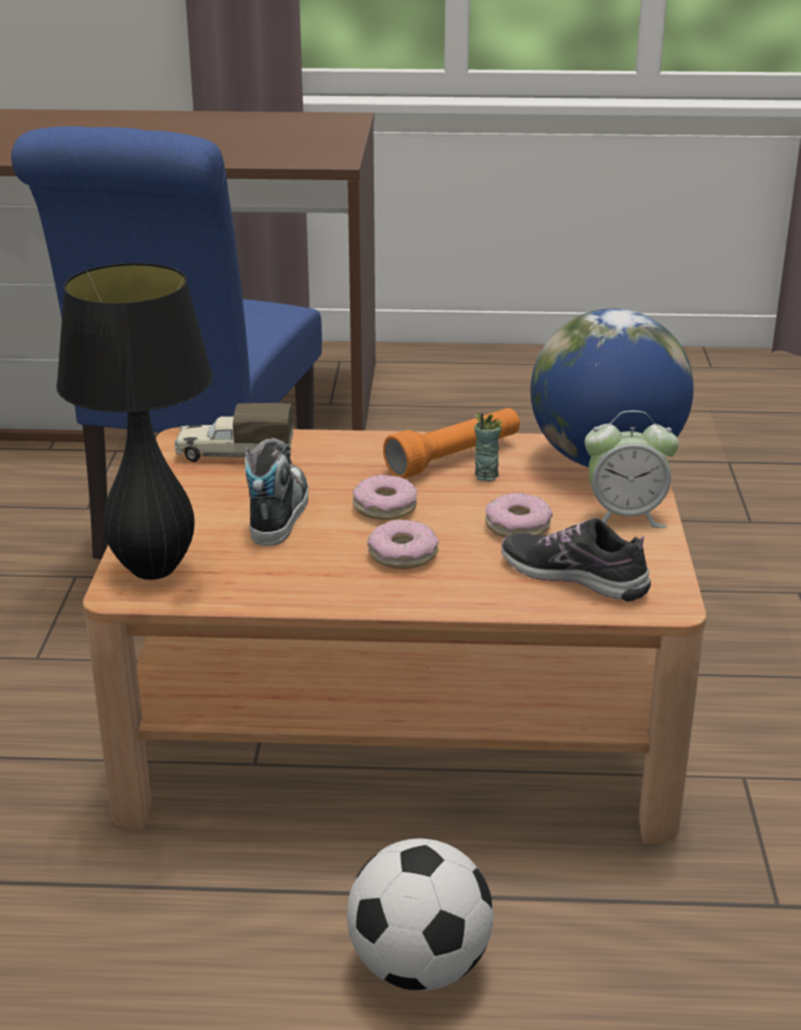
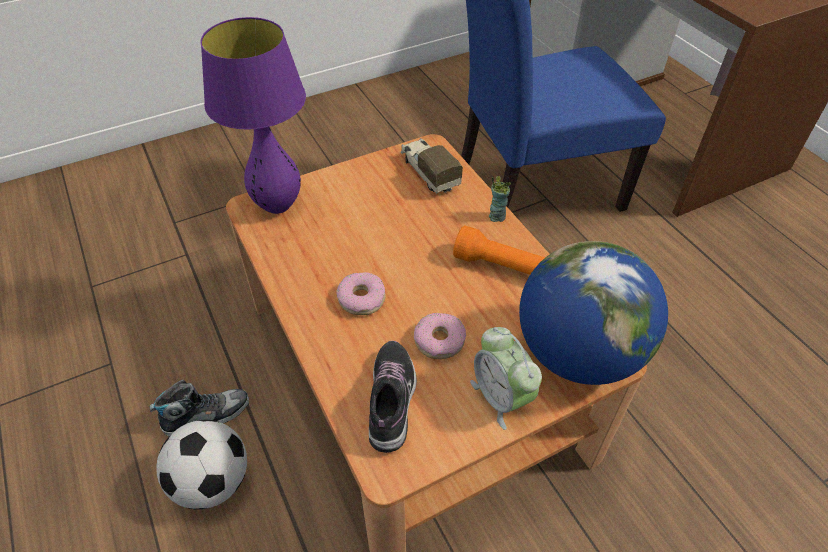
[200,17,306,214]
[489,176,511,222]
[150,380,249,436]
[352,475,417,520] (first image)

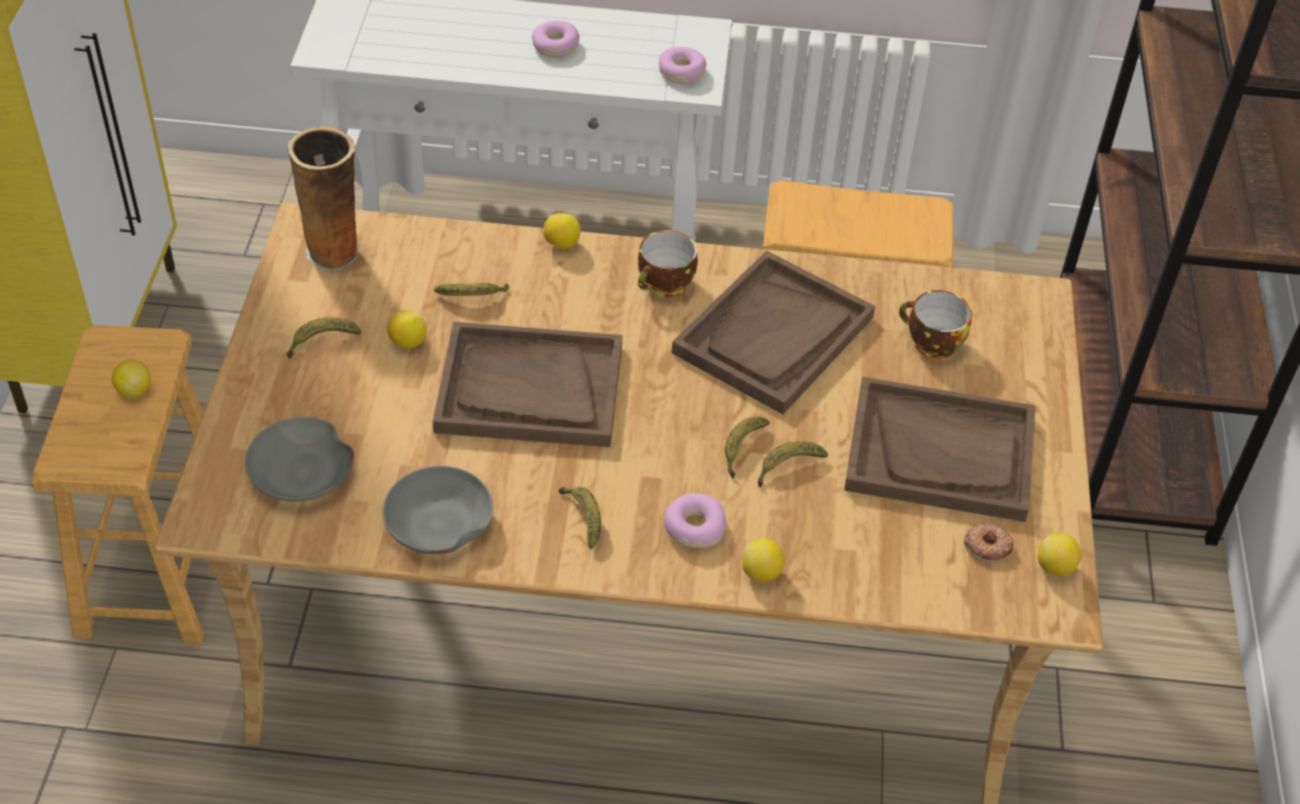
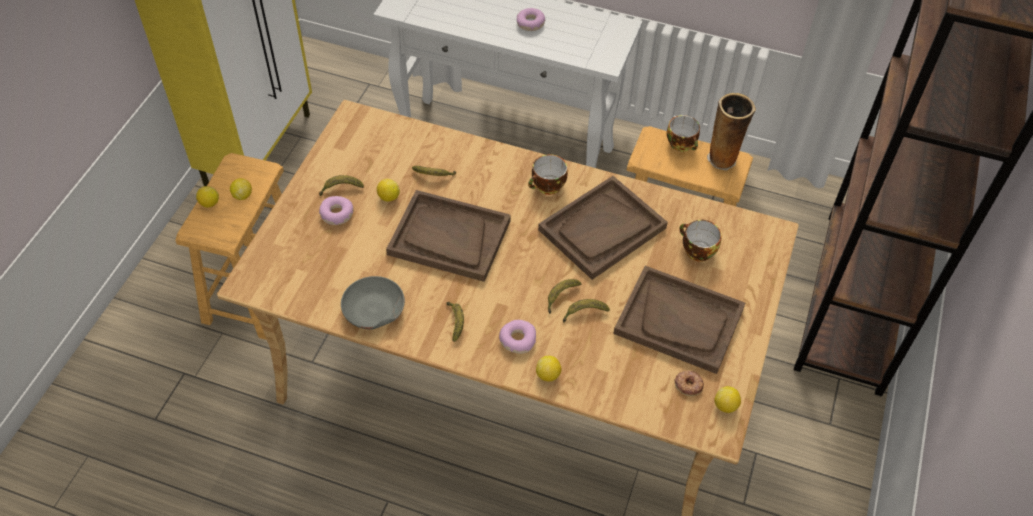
[319,196,353,225]
[707,93,756,170]
[196,186,219,208]
[245,417,354,502] (first image)
[667,115,700,152]

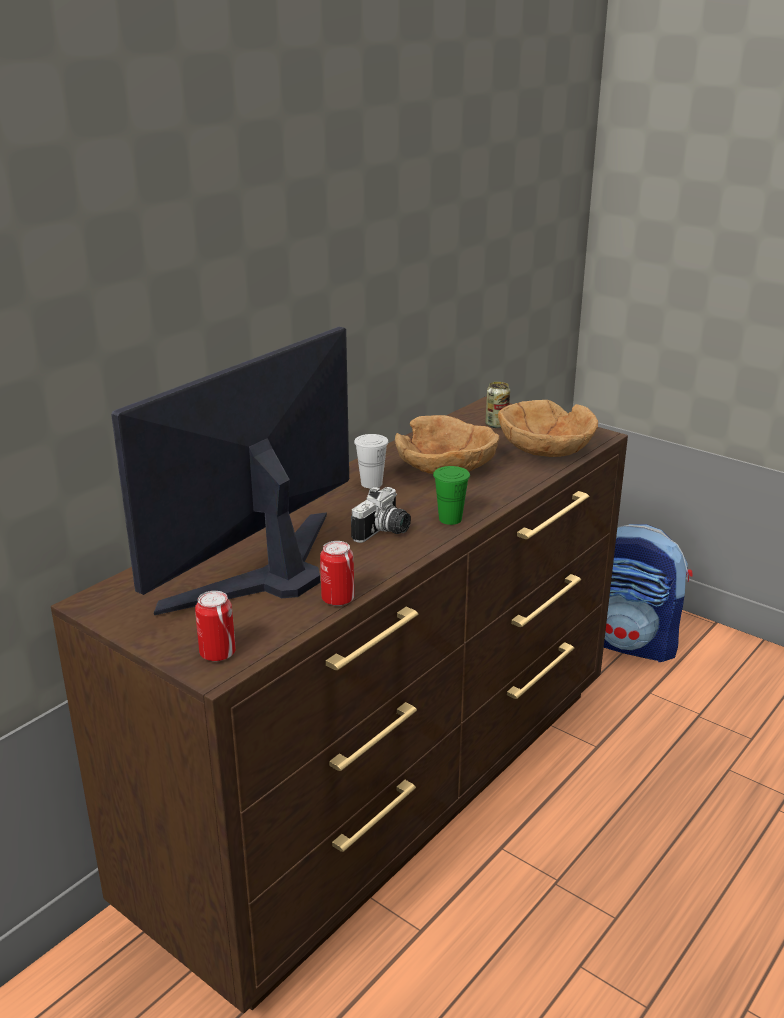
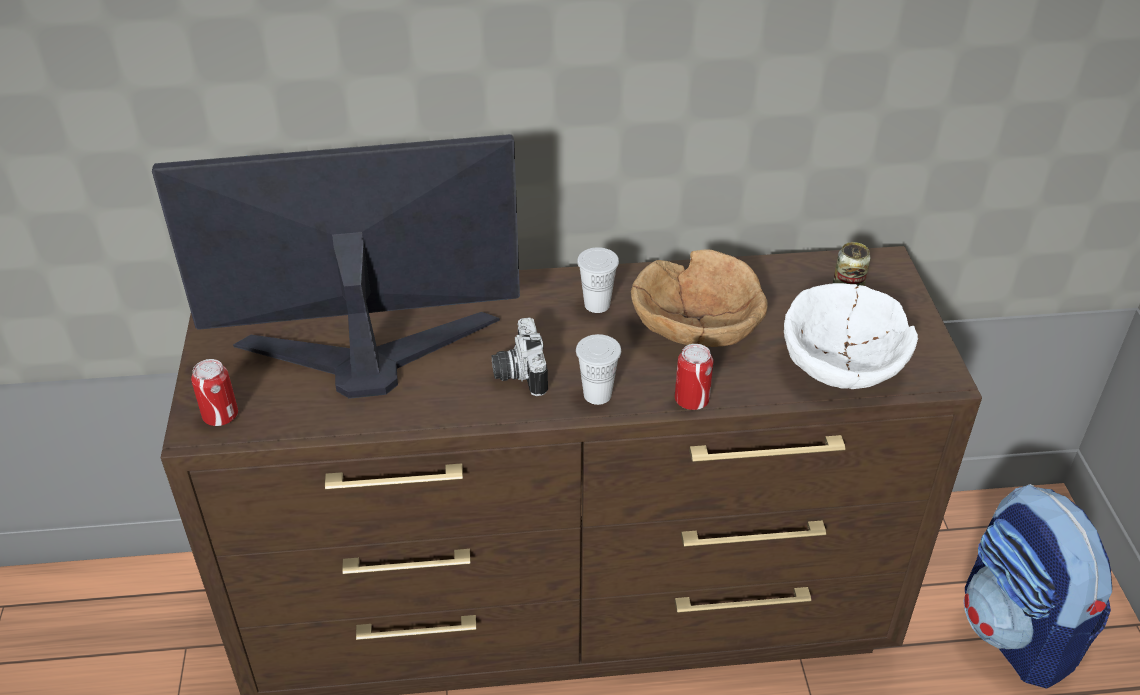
[784,283,918,389]
[576,334,621,405]
[492,317,548,396]
[675,344,713,410]

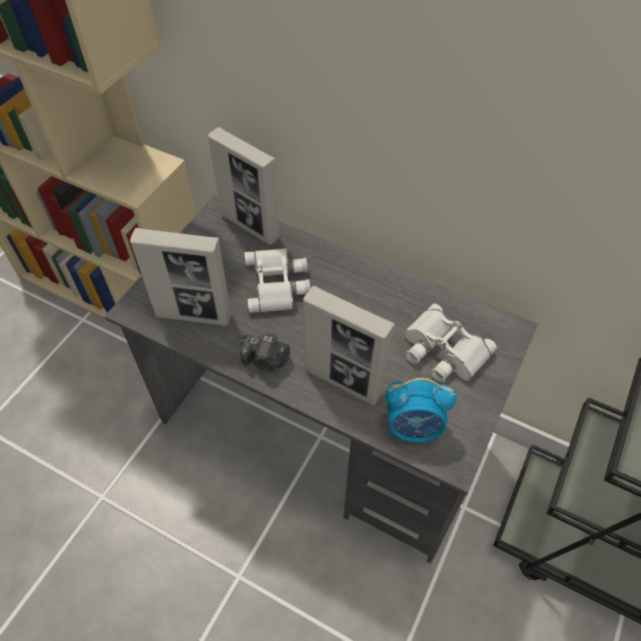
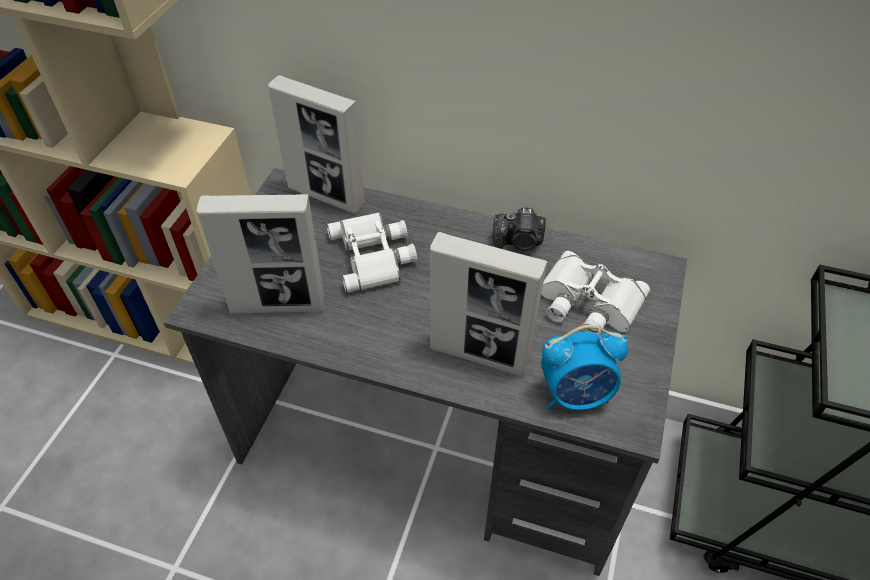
[493,207,546,251]

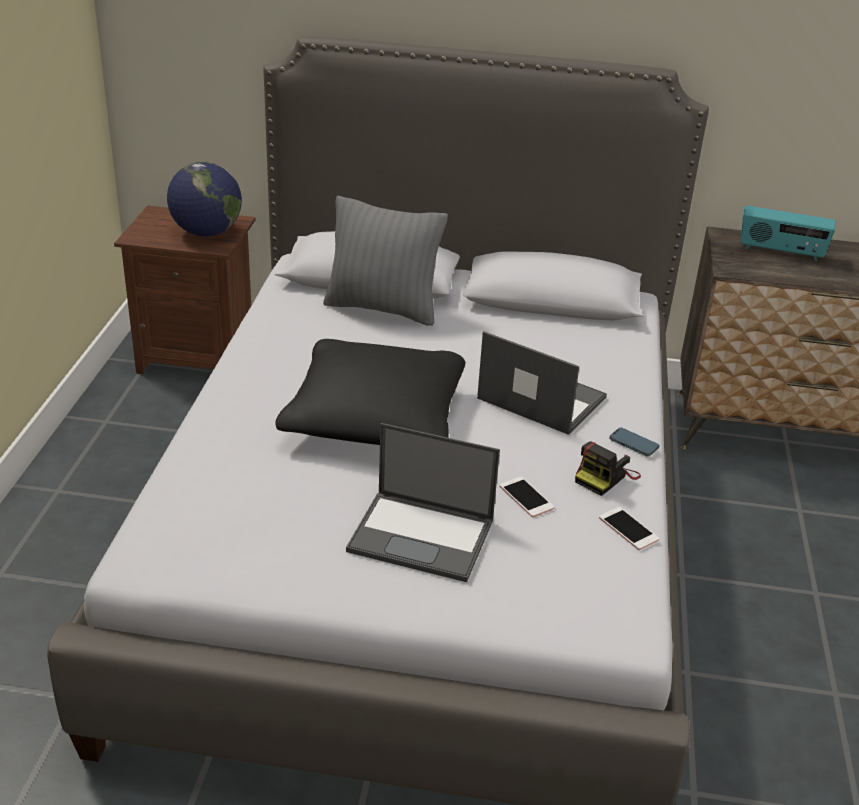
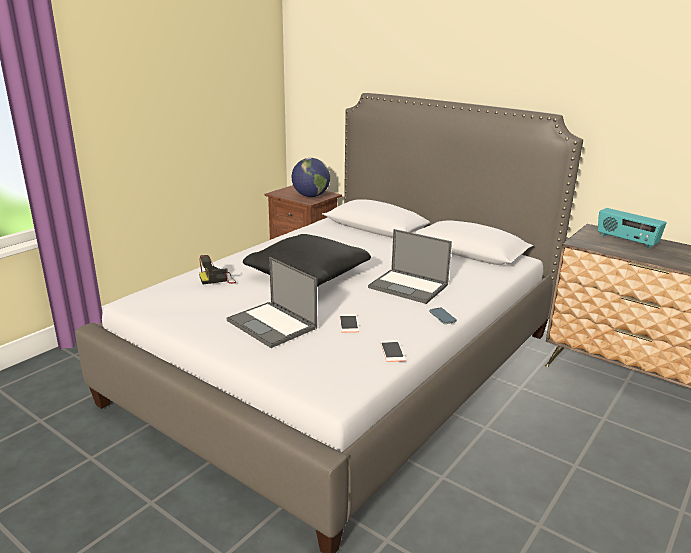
[323,196,448,326] (first image)
[368,229,452,304]
[199,255,236,284]

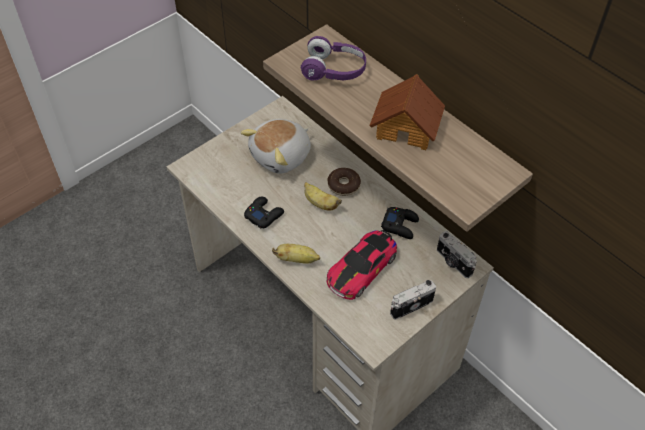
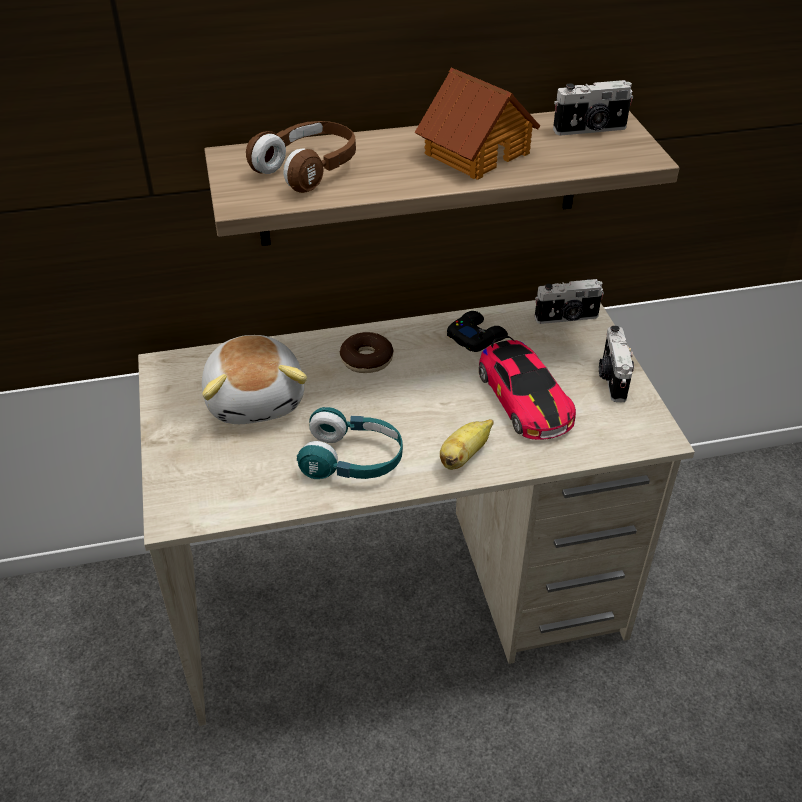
[246,121,356,193]
[304,182,342,210] (first image)
[297,407,403,479]
[553,80,633,136]

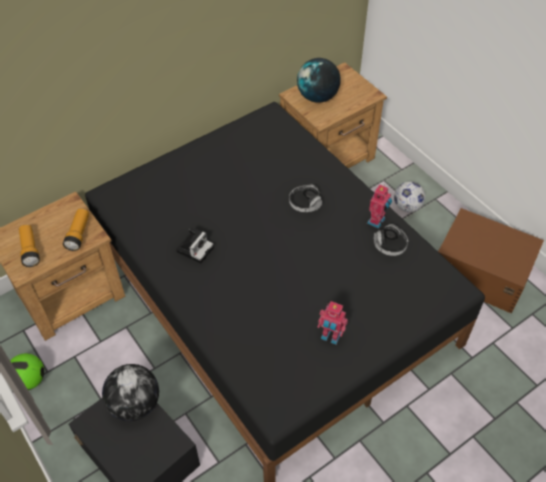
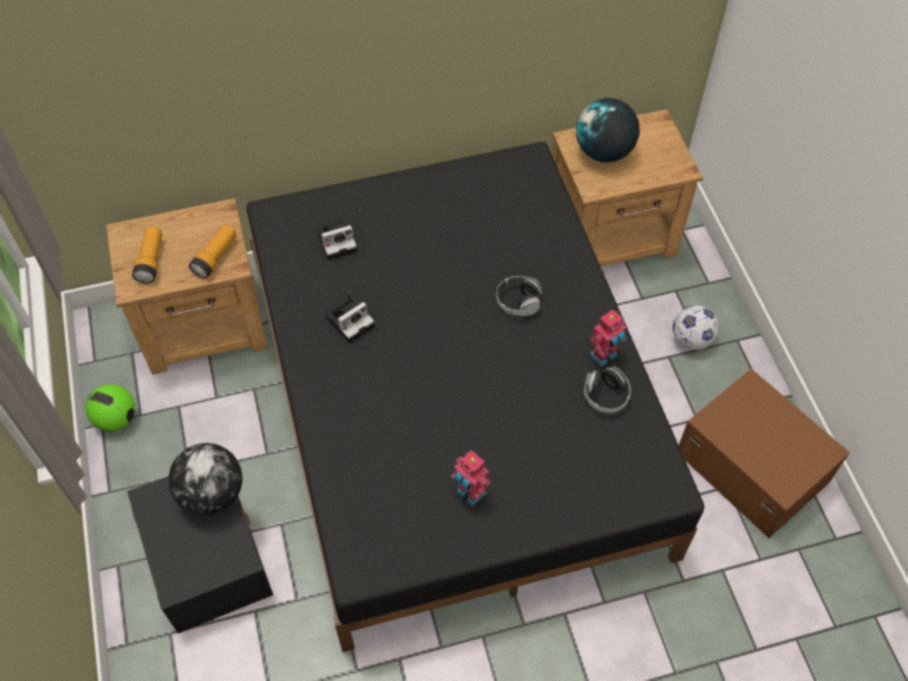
[317,213,357,260]

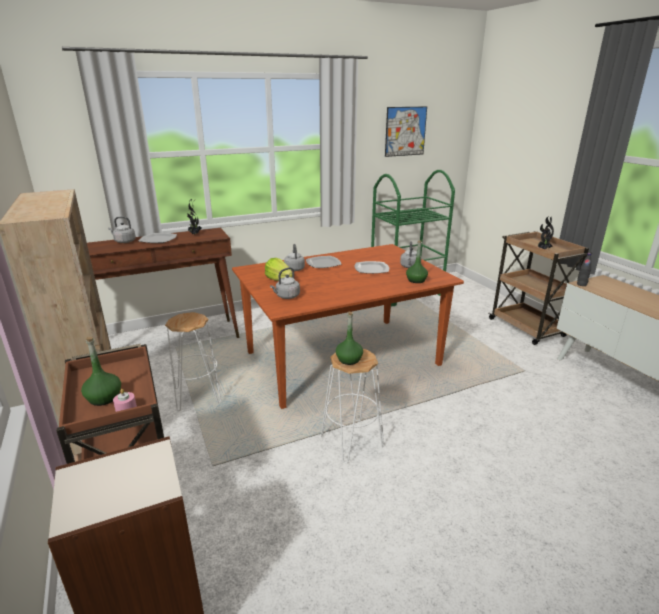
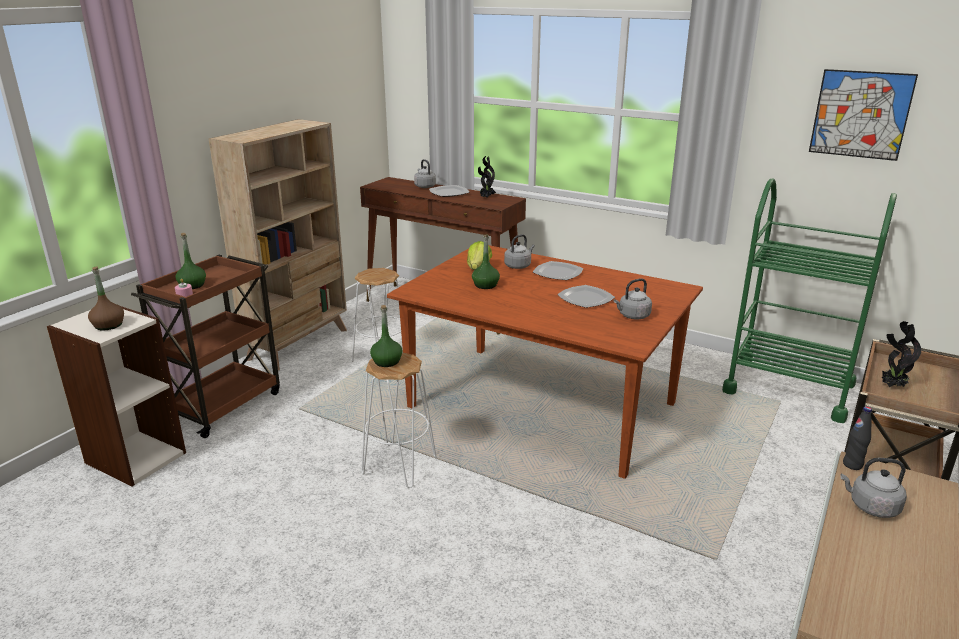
[472,235,500,289]
[840,458,907,518]
[88,266,124,331]

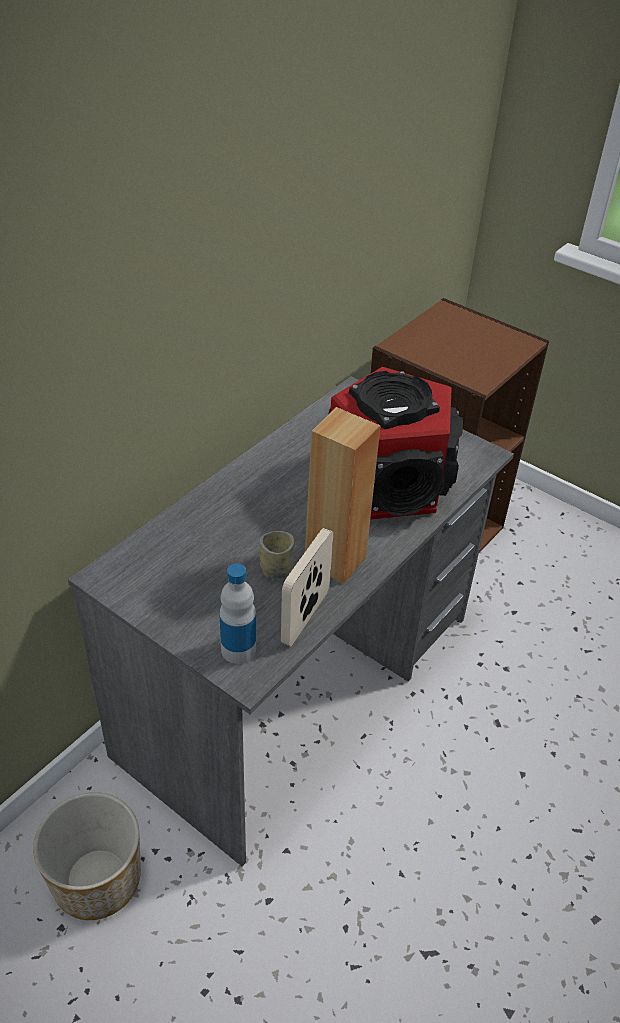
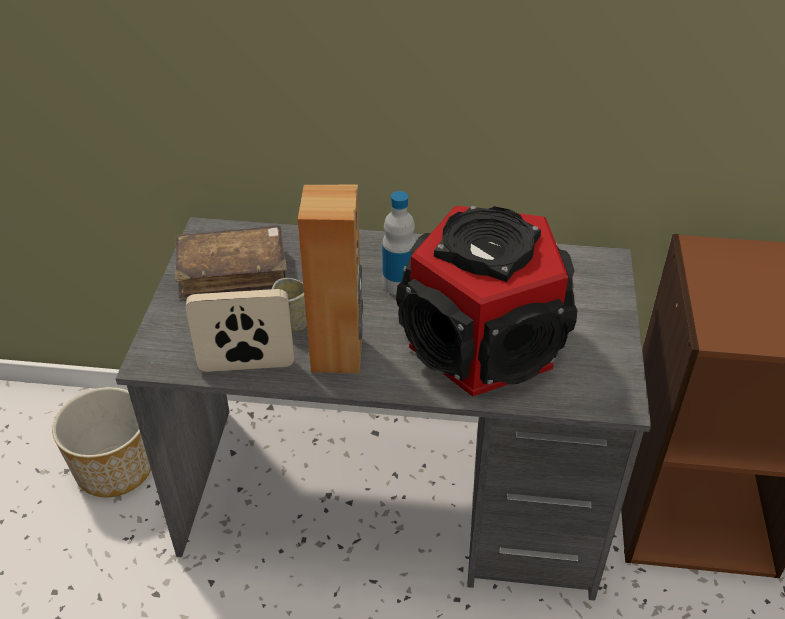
[382,191,416,295]
[175,225,287,299]

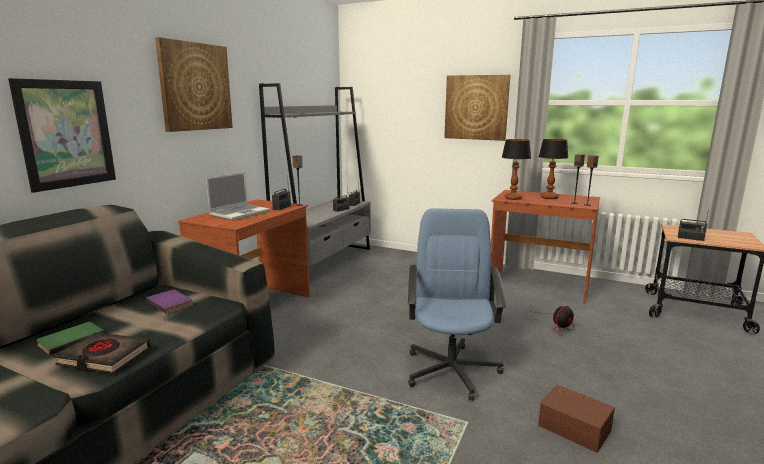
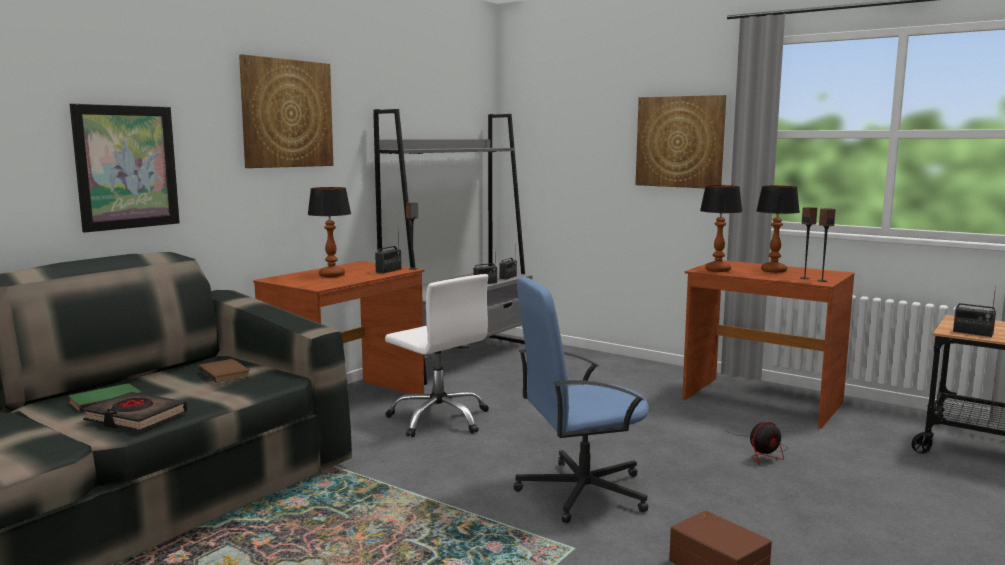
[308,187,351,277]
[513,277,649,523]
[199,359,250,383]
[385,274,489,437]

